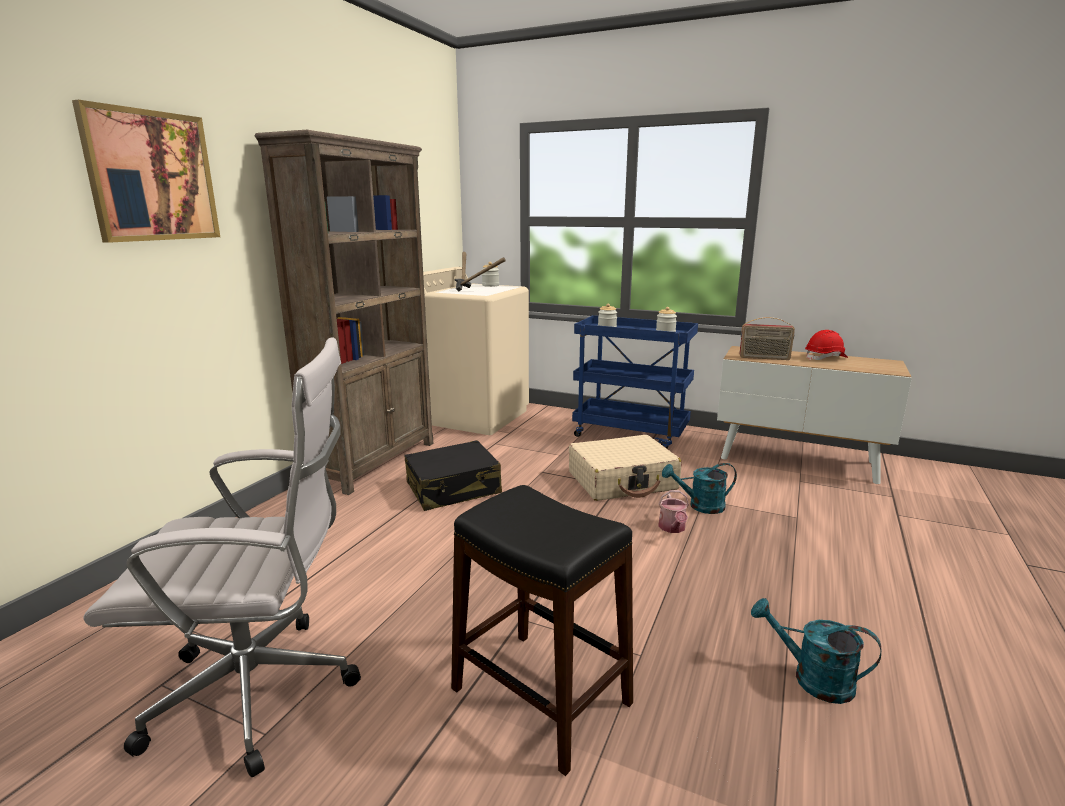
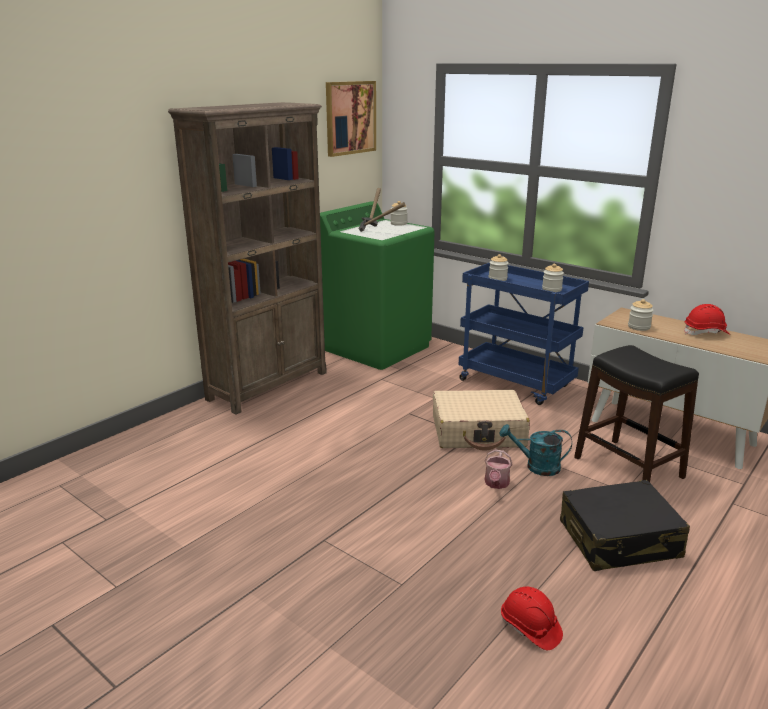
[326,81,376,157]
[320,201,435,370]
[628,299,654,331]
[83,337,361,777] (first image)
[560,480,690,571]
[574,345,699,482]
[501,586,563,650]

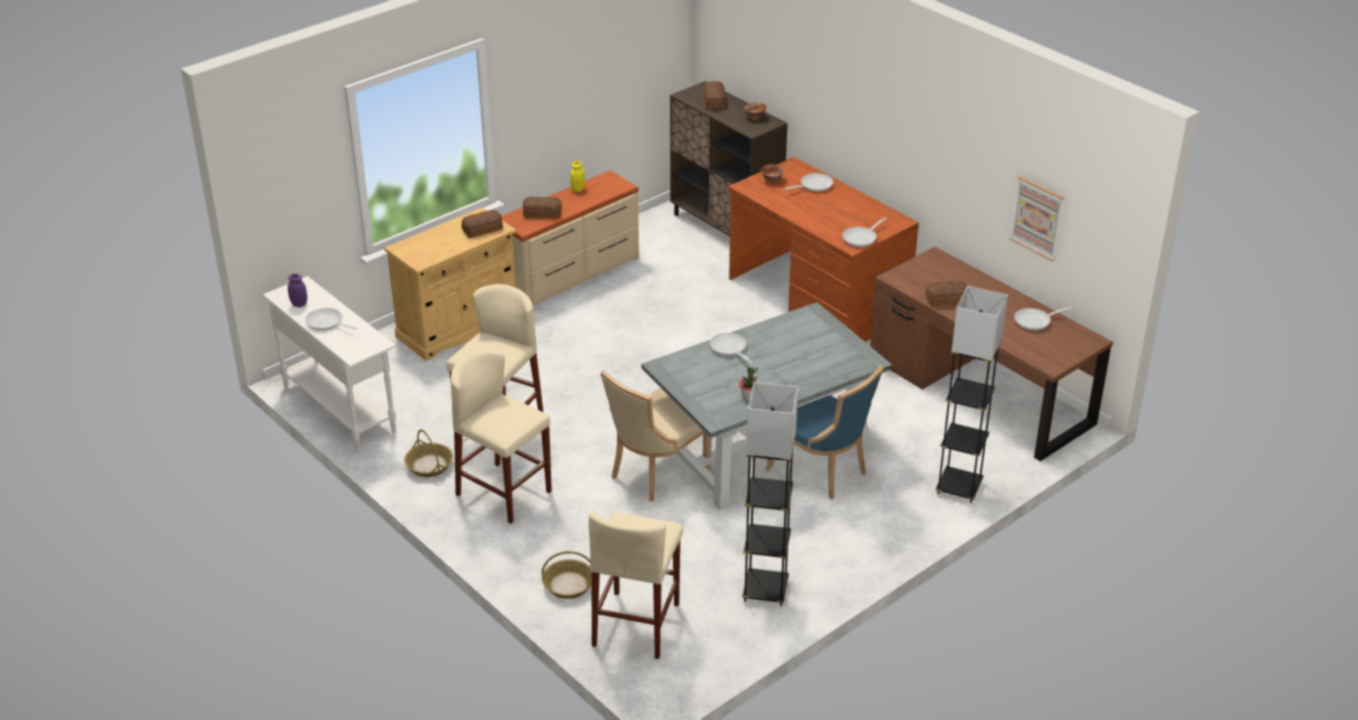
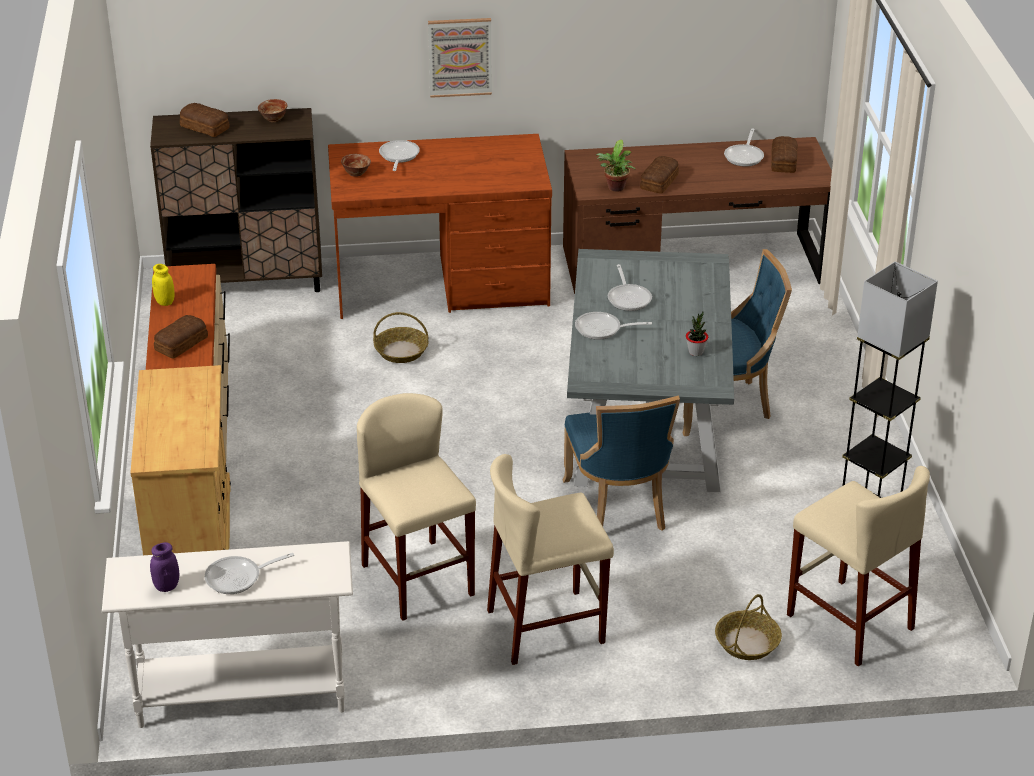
[428,18,492,98]
[771,136,798,173]
[608,264,652,311]
[935,286,1008,503] (first image)
[562,395,680,531]
[373,312,429,363]
[596,140,635,192]

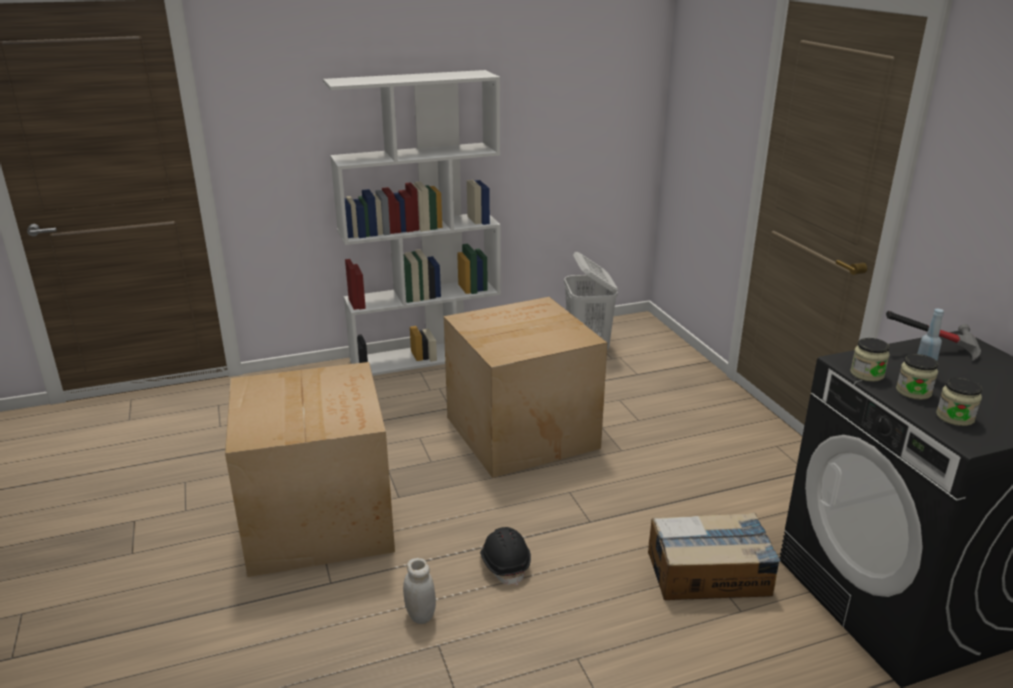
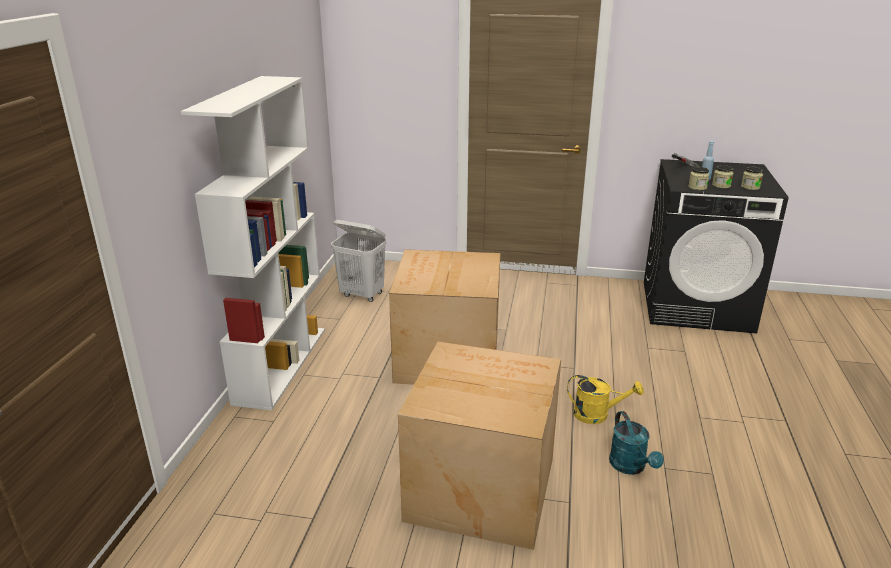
[648,513,780,600] (first image)
[567,375,644,424]
[609,411,664,475]

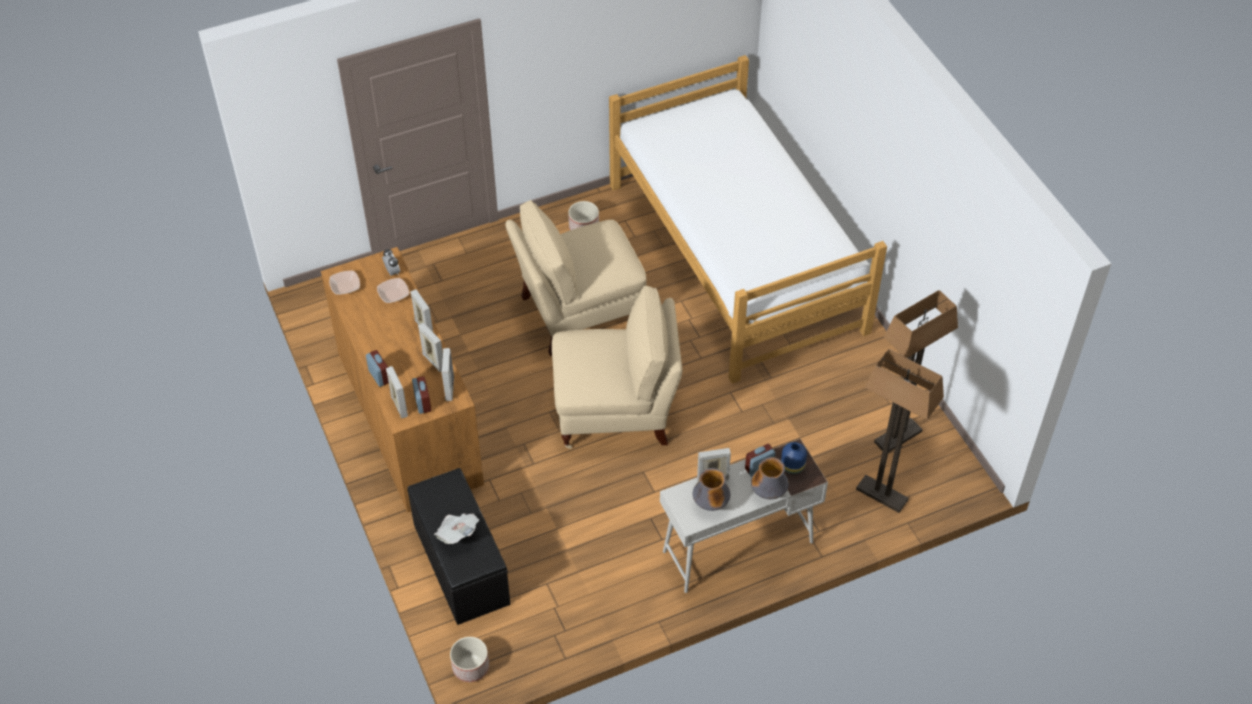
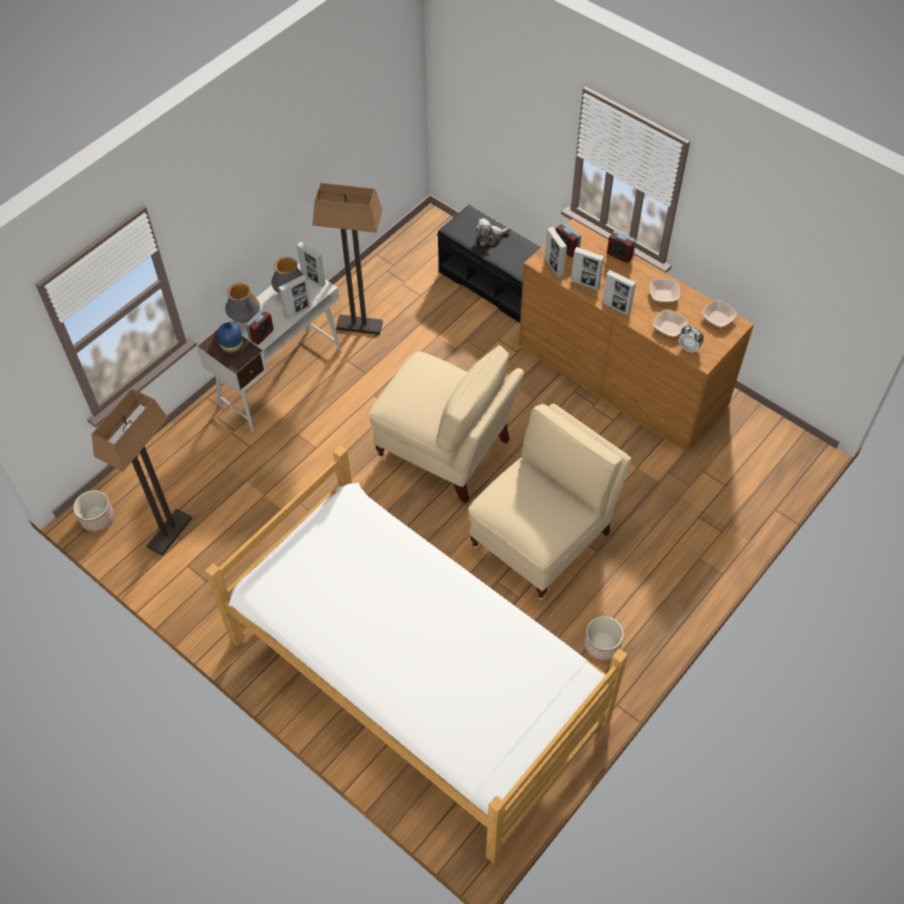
[369,345,524,503]
[312,183,383,335]
[297,242,326,287]
[475,218,511,246]
[74,490,114,532]
[650,279,680,302]

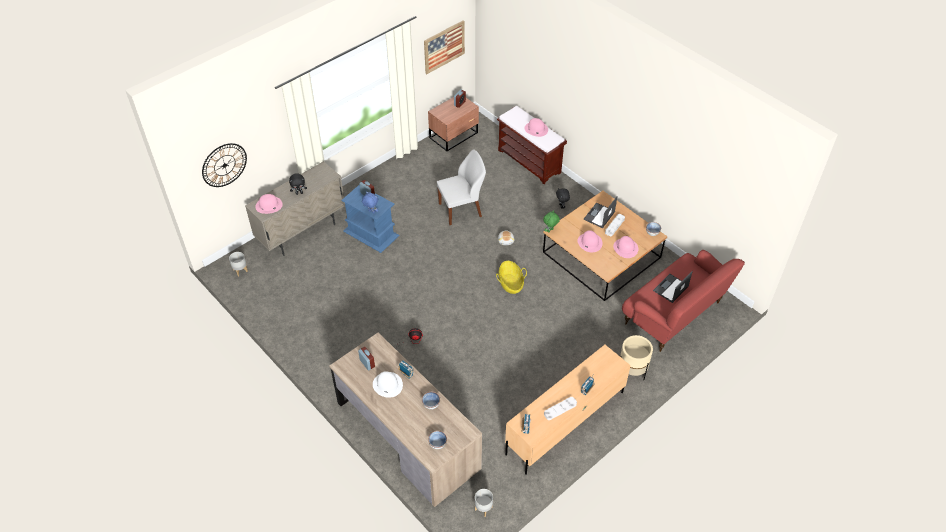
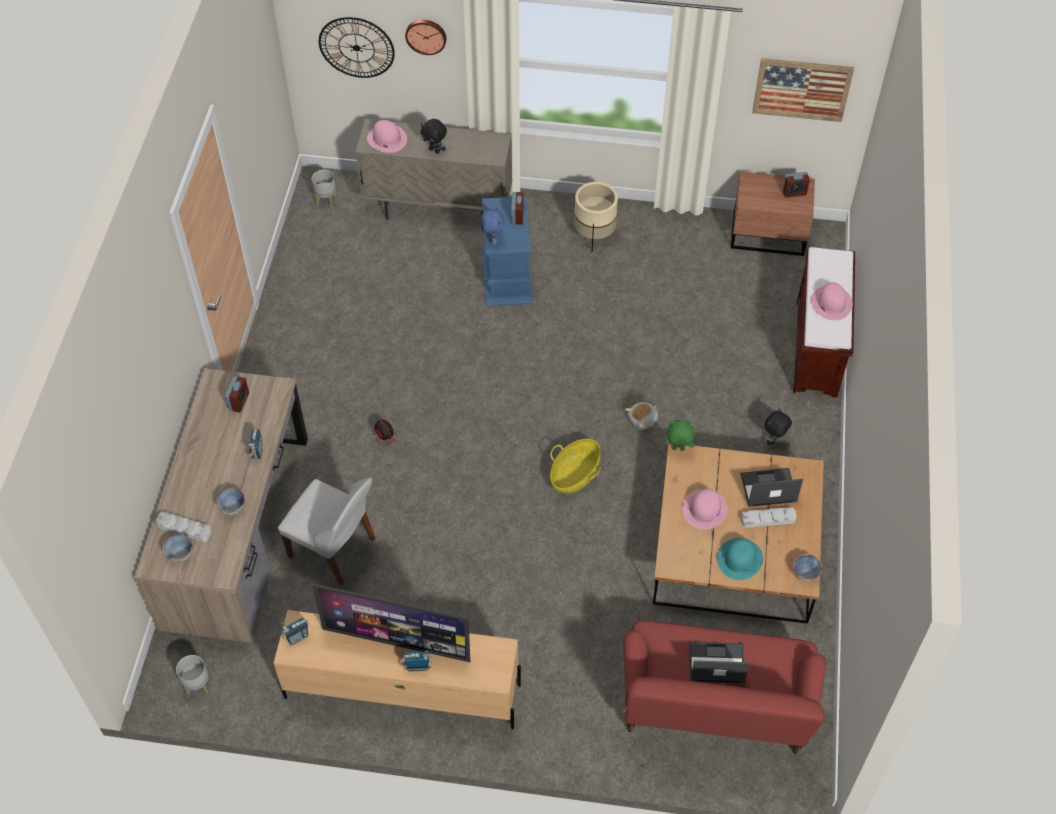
[278,478,375,585]
[717,538,763,580]
[574,182,618,252]
[373,371,403,398] (first image)
[155,512,212,542]
[405,20,446,55]
[313,584,470,662]

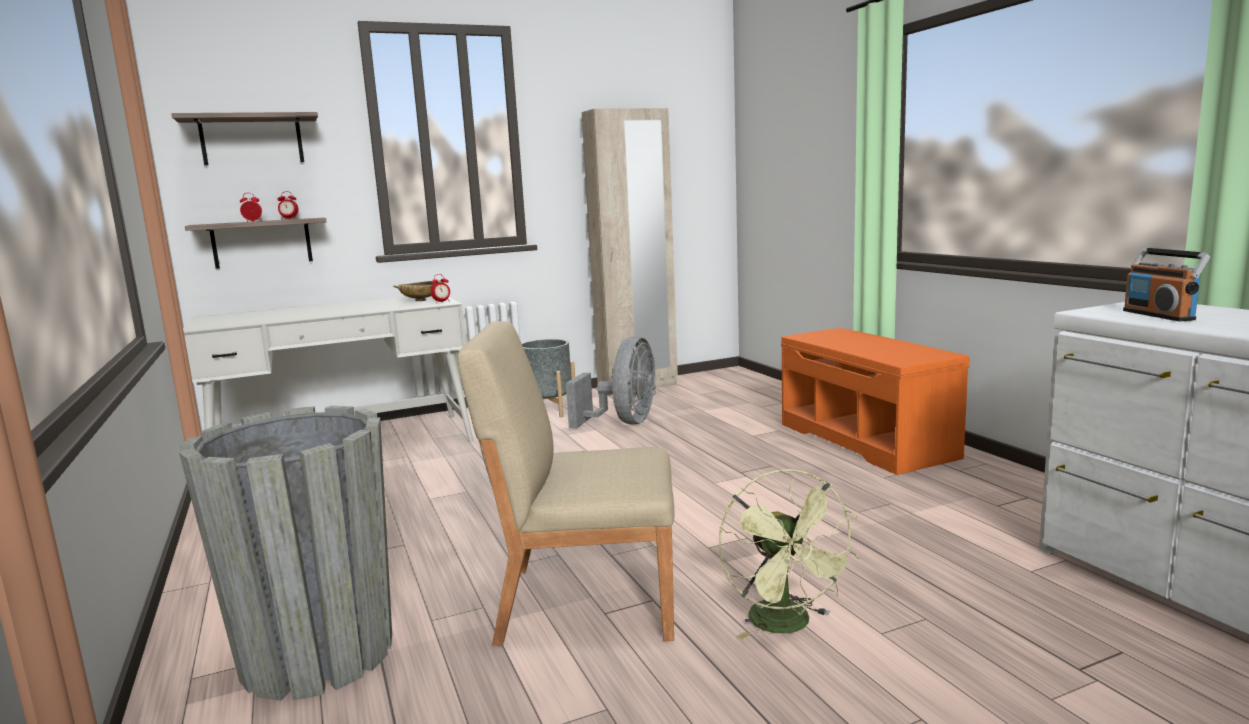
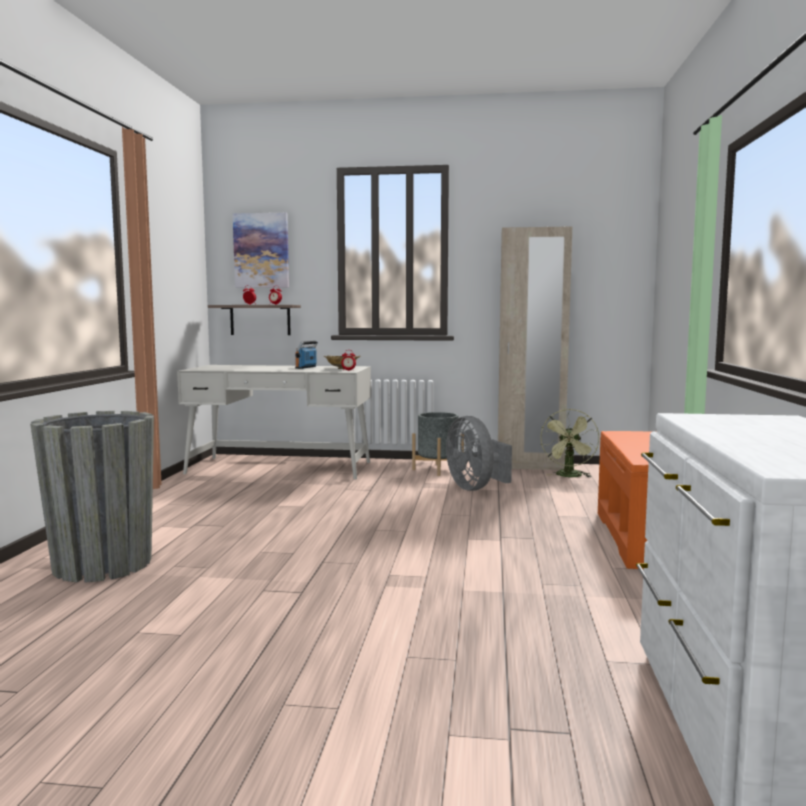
[233,213,289,288]
[295,341,318,369]
[457,321,674,646] (first image)
[446,416,512,491]
[540,409,599,477]

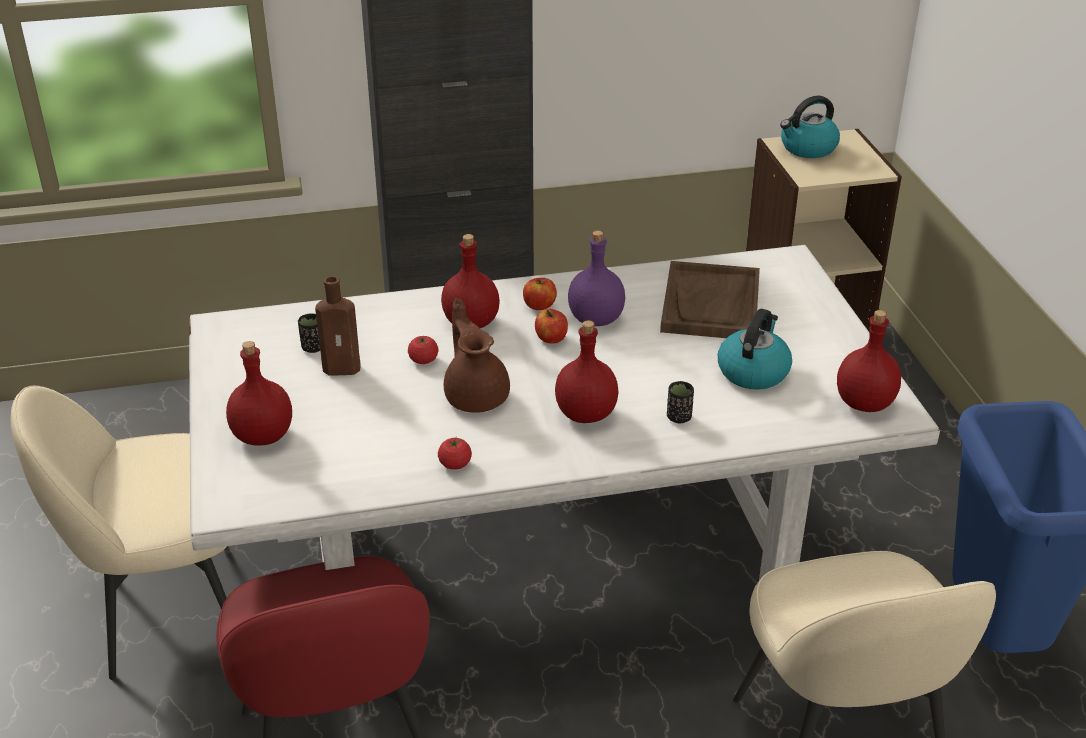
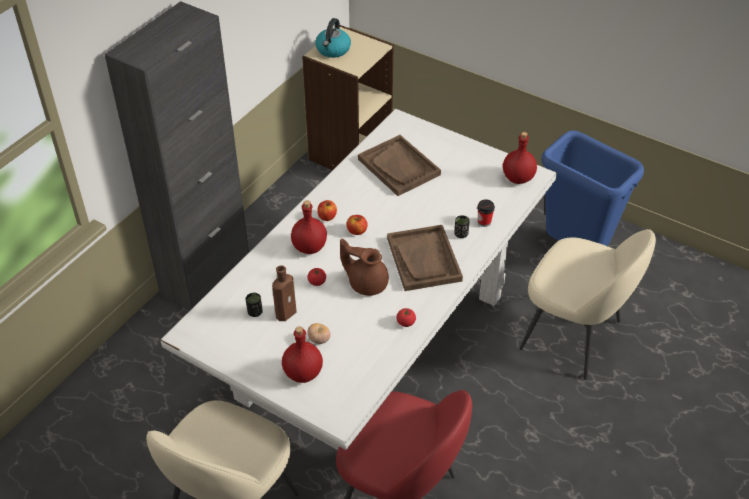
[568,231,625,326] (first image)
[718,309,792,390] (first image)
[387,225,463,291]
[477,199,495,227]
[308,323,331,344]

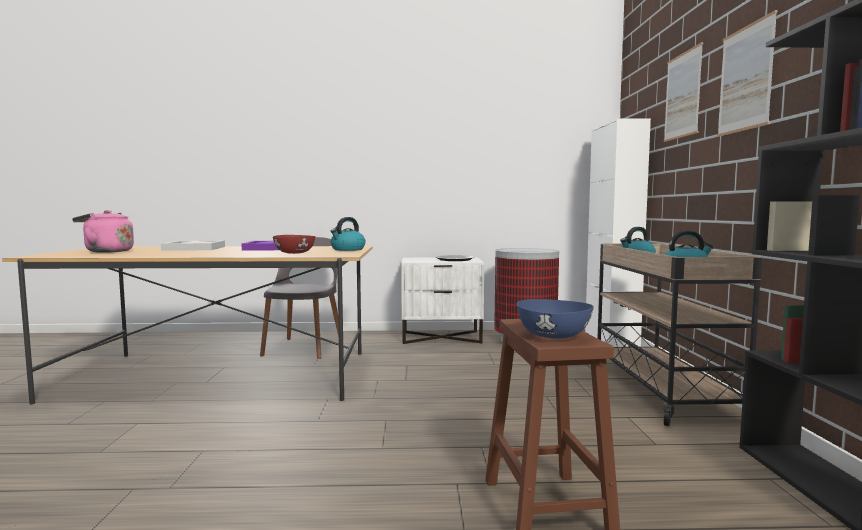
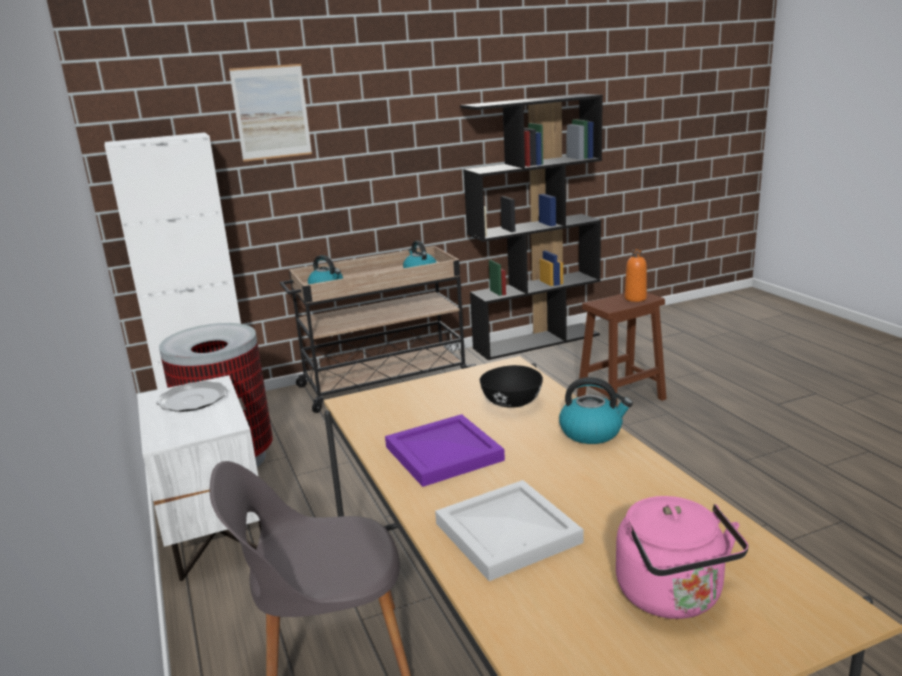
[717,10,777,136] (first image)
[559,377,633,444]
[480,365,543,408]
[625,249,647,302]

